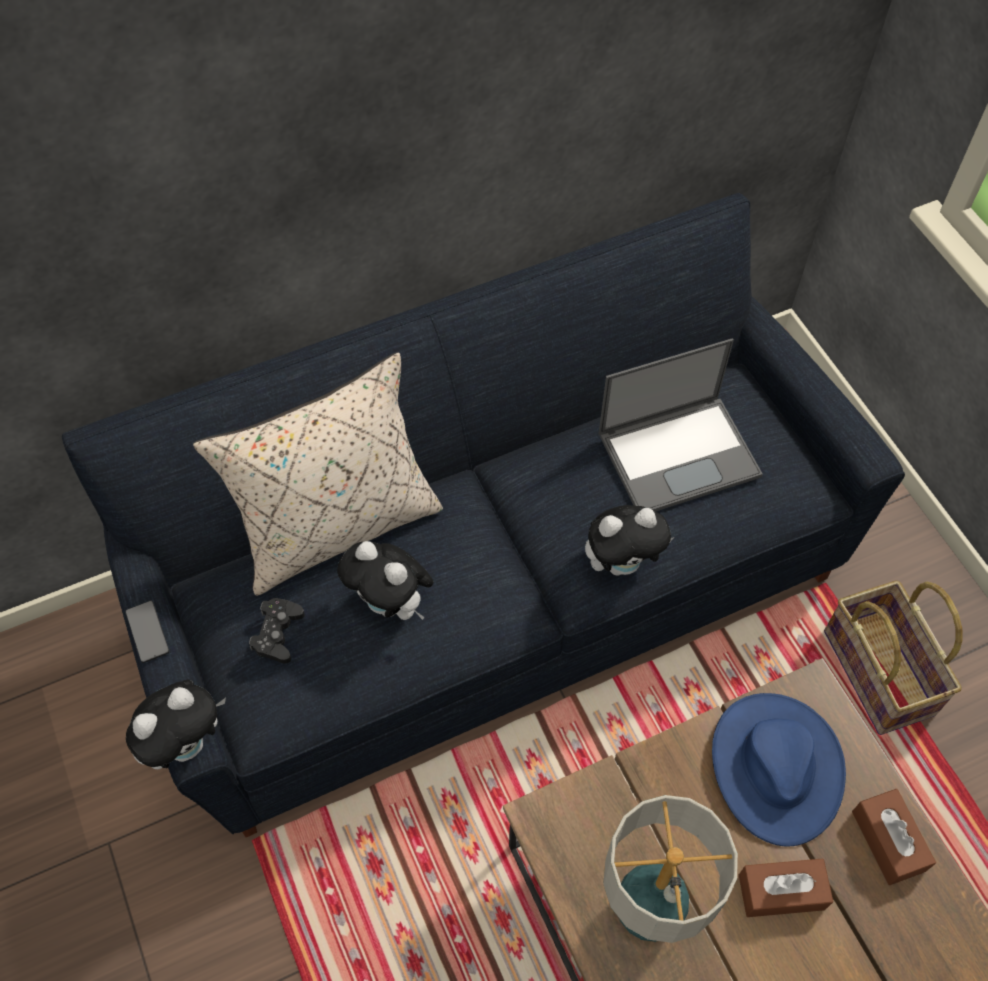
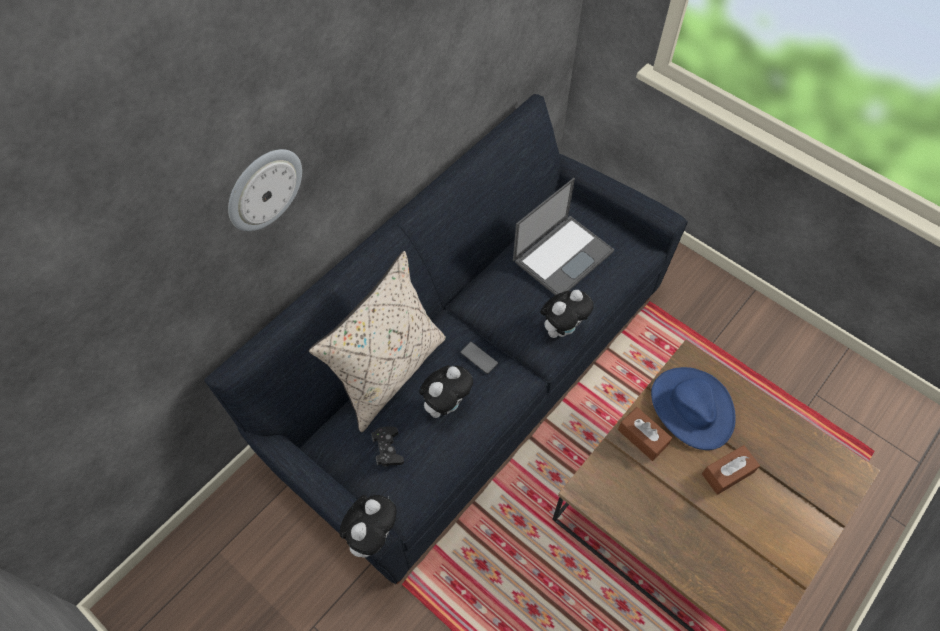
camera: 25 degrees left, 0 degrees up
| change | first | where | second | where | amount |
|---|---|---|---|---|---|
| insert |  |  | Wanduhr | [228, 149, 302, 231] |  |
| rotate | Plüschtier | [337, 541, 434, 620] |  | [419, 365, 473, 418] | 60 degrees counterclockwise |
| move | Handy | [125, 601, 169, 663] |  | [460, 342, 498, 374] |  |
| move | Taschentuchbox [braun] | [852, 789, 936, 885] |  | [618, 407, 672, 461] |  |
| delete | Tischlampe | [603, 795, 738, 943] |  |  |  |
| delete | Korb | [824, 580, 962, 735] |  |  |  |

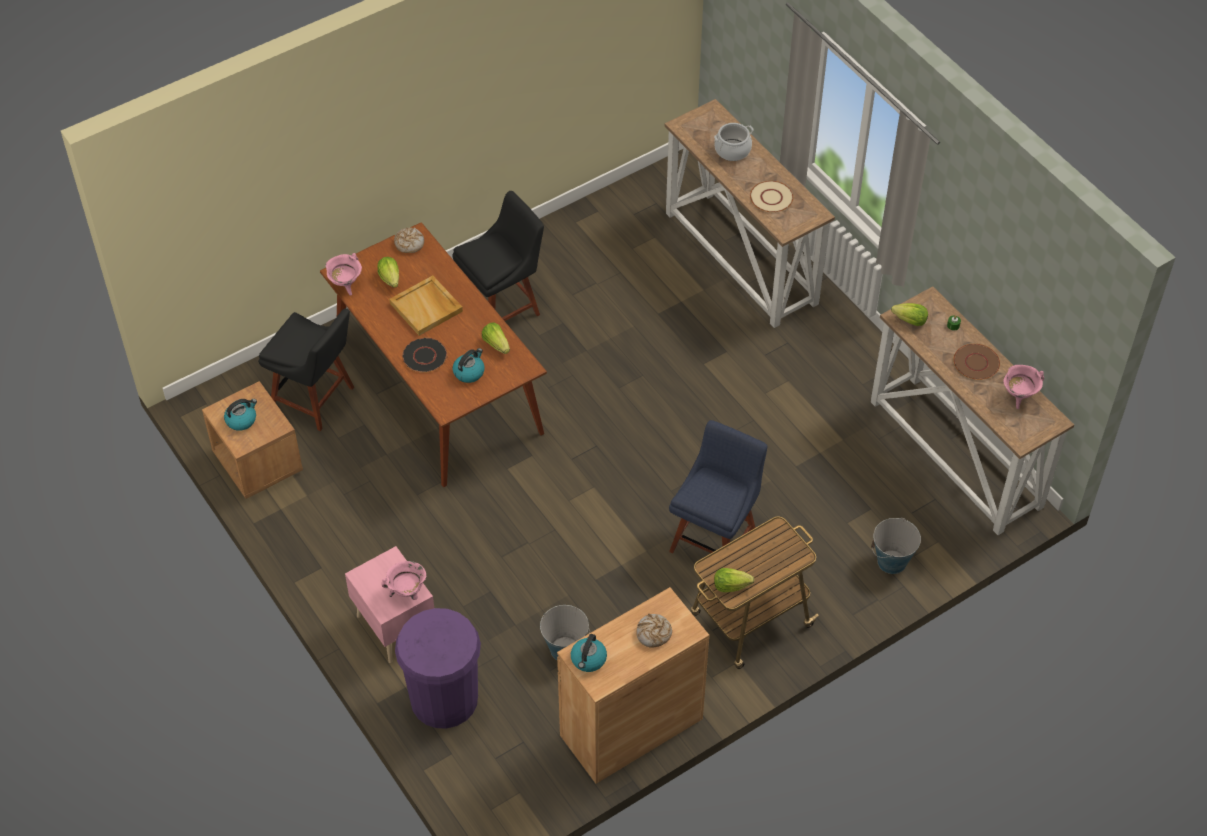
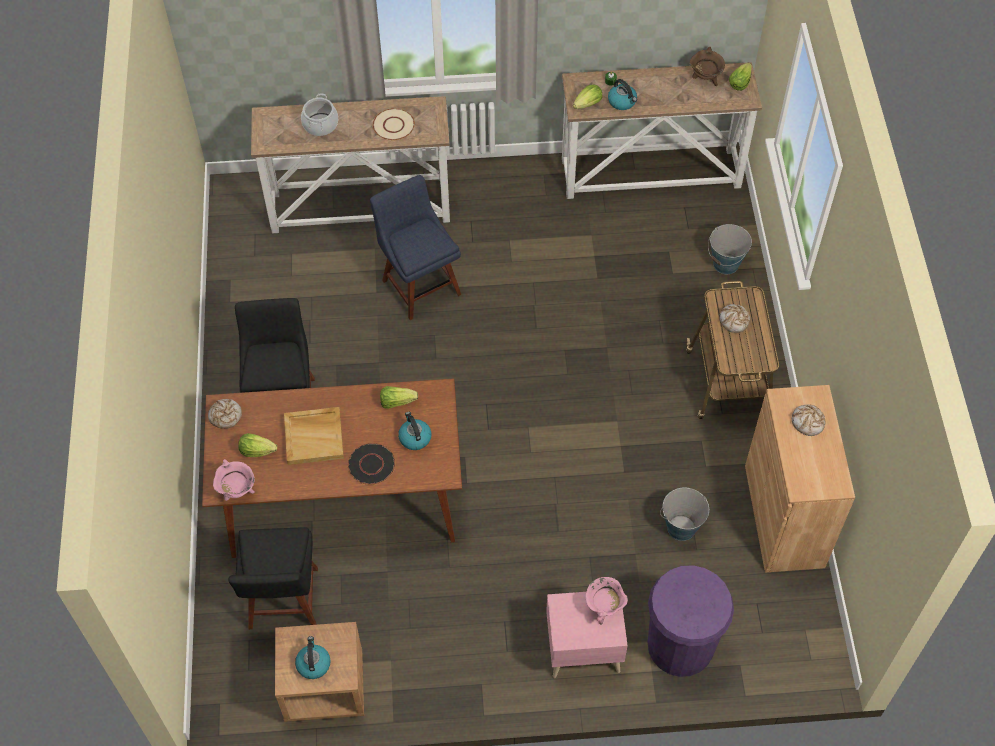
camera: 60 degrees left, 5 degrees up
| change | first | where | second | where | amount |
|---|---|---|---|---|---|
| rotate | Stuhl [schwarz] | [258, 308, 354, 431] |  | [228, 527, 318, 630] | 120 degrees clockwise |
| move | Stuhl [blau] | [669, 420, 768, 564] |  | [370, 175, 462, 320] |  |
| move | Wasserkessel | [571, 634, 607, 672] |  | [608, 79, 637, 110] |  |
| recolor | Kochtopf [rosa] | [1004, 365, 1044, 409] | Kochtopf [braun] | [690, 47, 725, 86] |  |
| insert |  |  | Brot | [719, 304, 750, 333] |  |
| move | Salatkopf | [714, 568, 754, 592] |  | [729, 63, 752, 91] |  |
| delete | Teller [braun] | [953, 344, 1000, 380] |  |  |  |

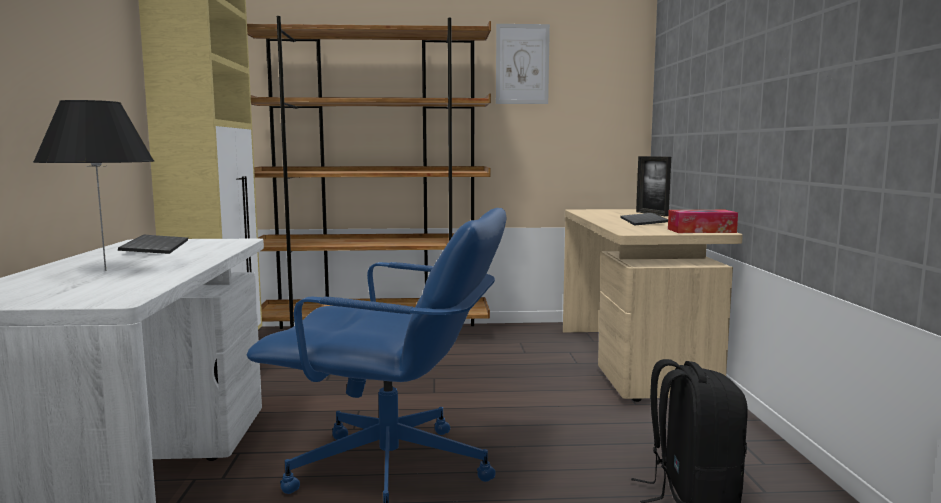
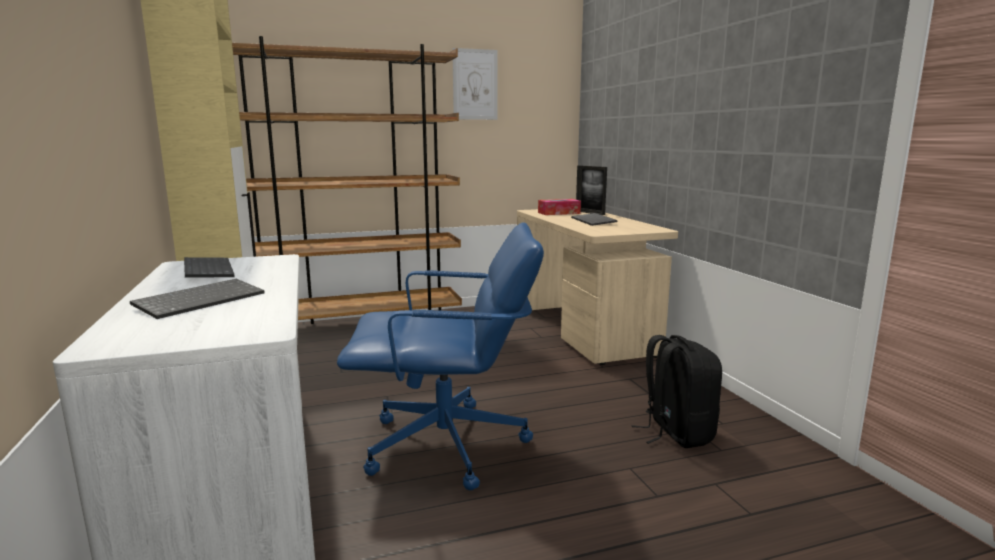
camera: 15 degrees left, 5 degrees up
| change | first | where | second | where | amount |
|---|---|---|---|---|---|
| replace | Tischlampe [schwarz] | [33, 100, 154, 271] | Tastatur | [130, 279, 264, 319] |  |
| move | Taschentuchbox | [668, 210, 738, 233] |  | [538, 199, 581, 215] |  |

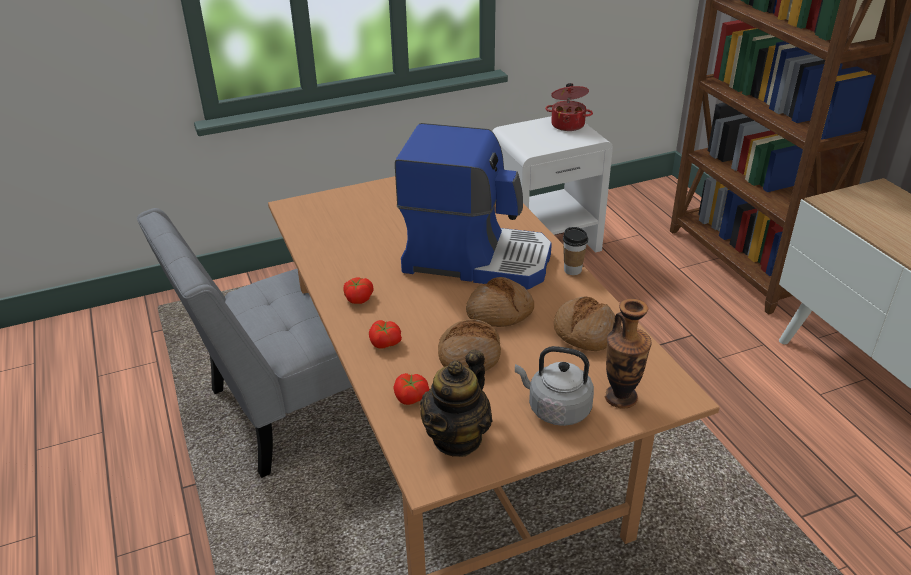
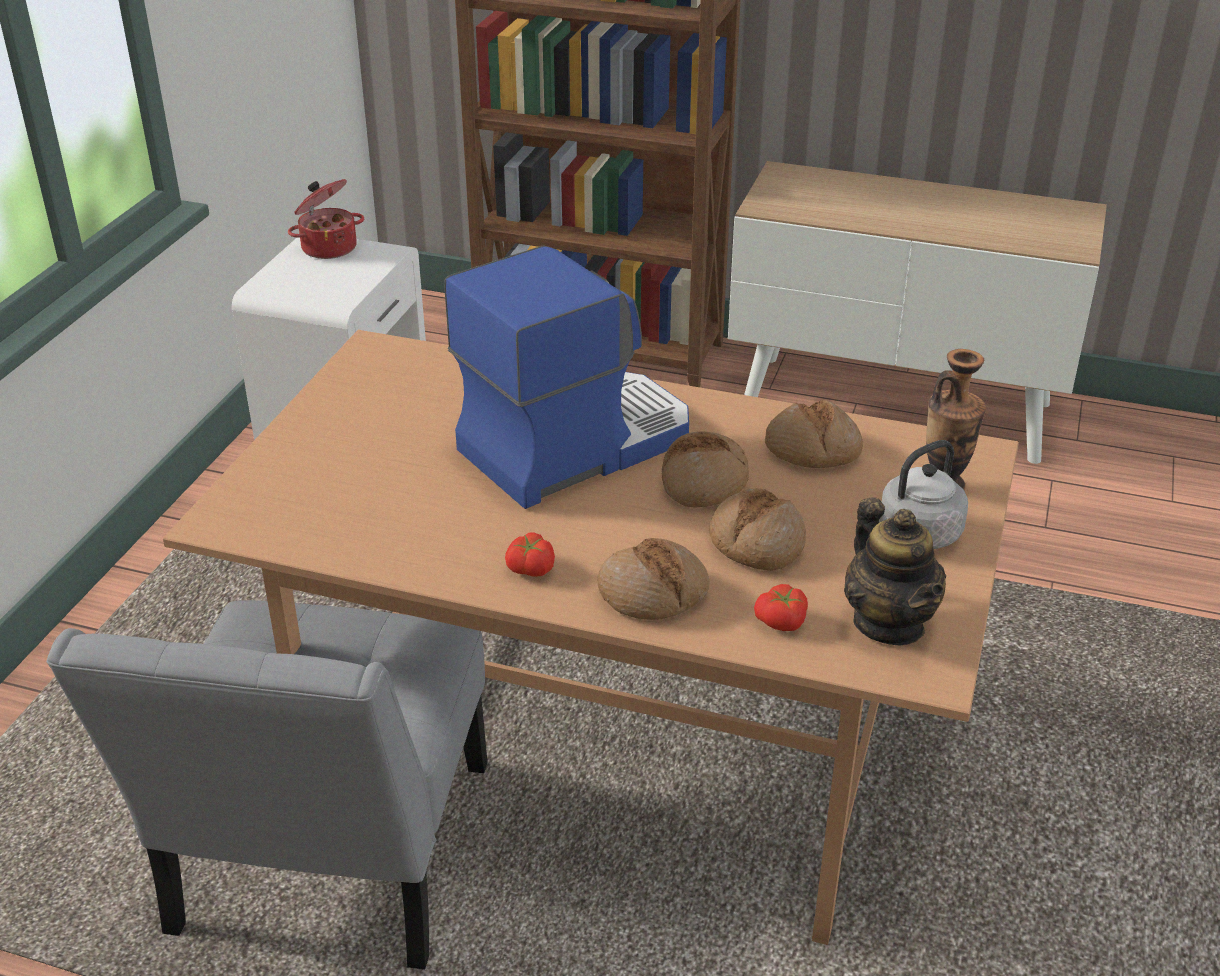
camera: 50 degrees left, 0 degrees up
| change | first | where | second | where | amount |
|---|---|---|---|---|---|
| replace | Tomate | [369, 320, 402, 349] | Brot | [598, 538, 710, 620] |  |
| delete | Tasse | [563, 227, 588, 275] |  |  |  |

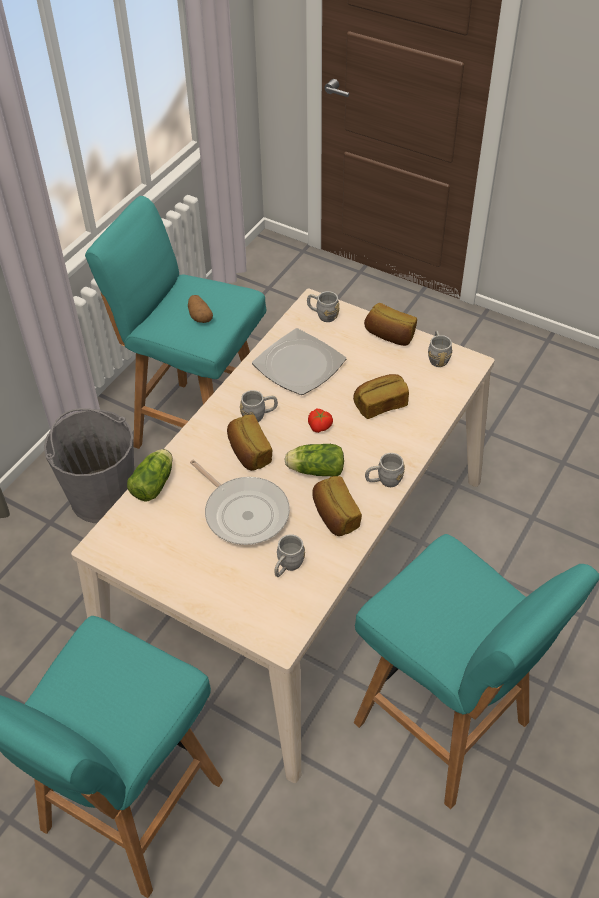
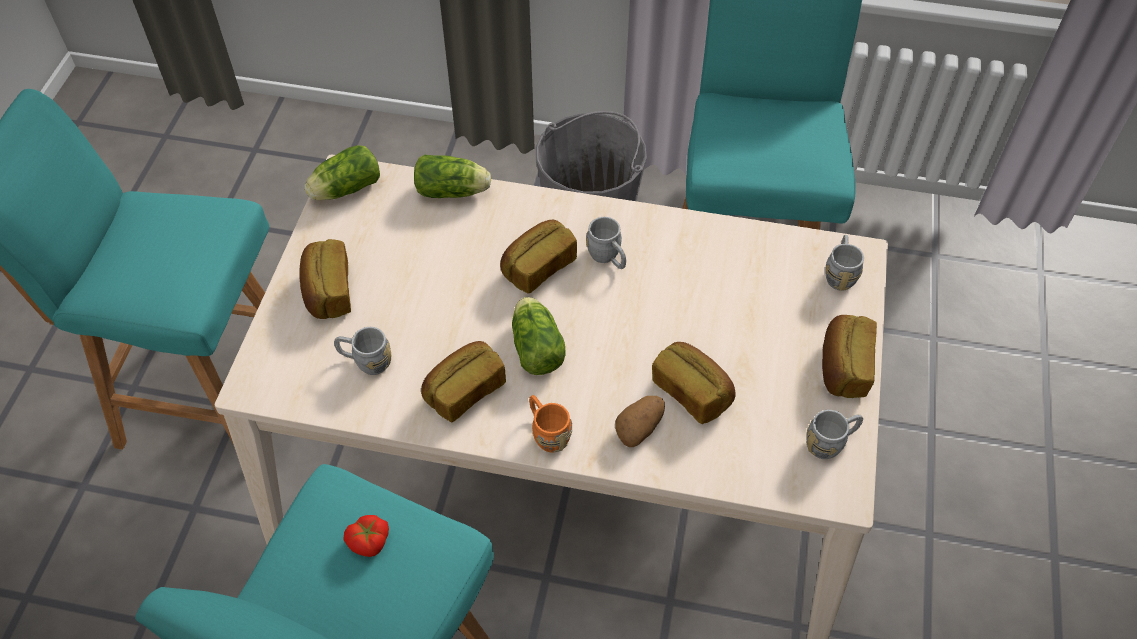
camera: 70 degrees right, 5 degrees up
| change | first | where | second | where | amount |
|---|---|---|---|---|---|
| insert |  |  | Brot | [299, 239, 351, 319] |  |
| insert |  |  | Salatkopf | [304, 145, 380, 201] |  |
| move | Tomate | [308, 409, 333, 433] |  | [343, 515, 389, 557] |  |
| recolor | Henkelbecher [grau] | [365, 453, 405, 487] | Henkelbecher [orange] | [529, 395, 572, 453] |  |
| move | Kartoffel | [188, 295, 213, 323] |  | [615, 396, 665, 447] |  |
| delete | Pfanne | [190, 460, 290, 545] |  |  |  |
| delete | Teller | [252, 328, 346, 395] |  |  |  |

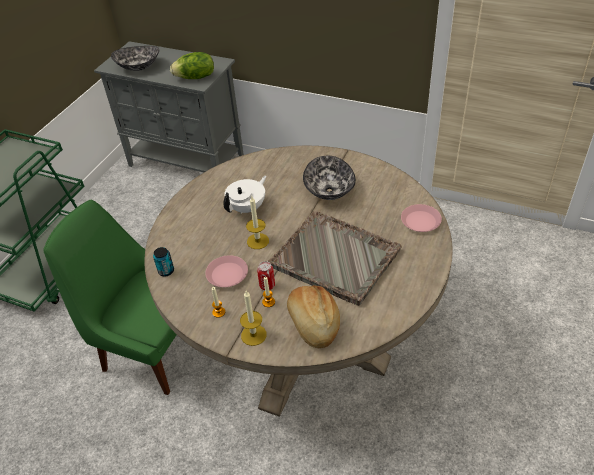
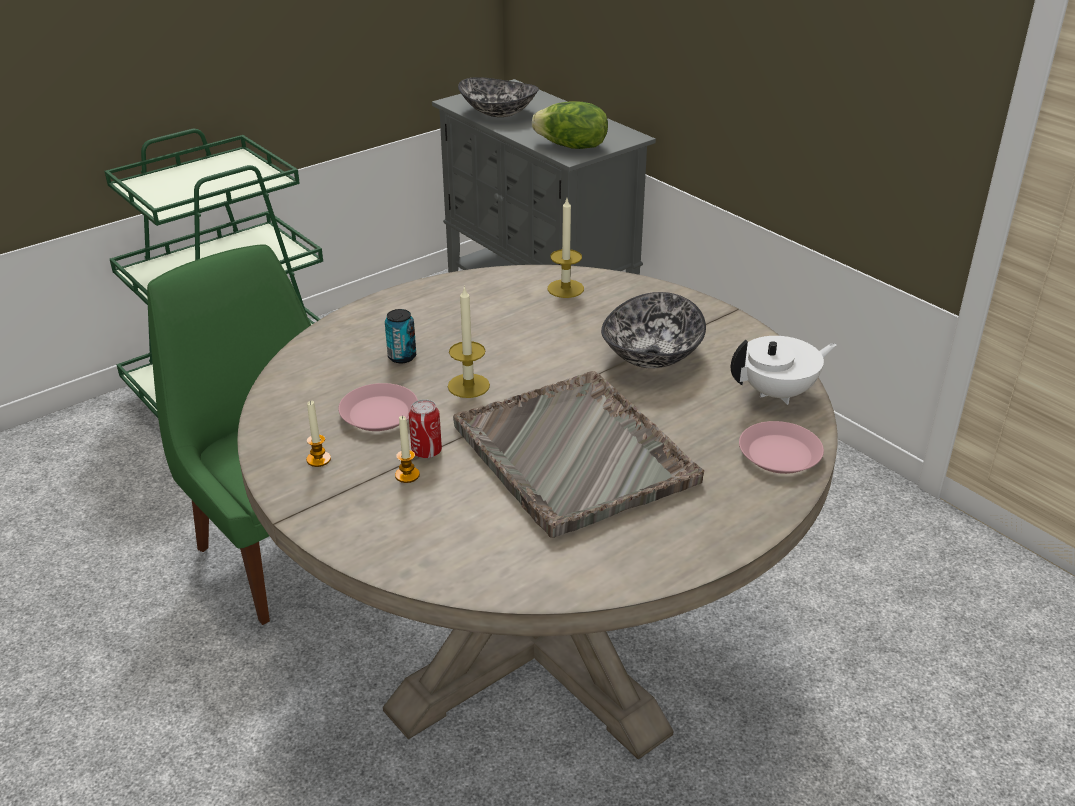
camera: 25 degrees right, 10 degrees down
| change | first | where | second | where | amount |
|---|---|---|---|---|---|
| move | Dose | [153, 247, 174, 276] |  | [385, 309, 416, 363] |  |
| move | Kerze | [240, 291, 266, 346] |  | [548, 199, 584, 298] |  |
| move | Teekanne [weiß] | [223, 176, 267, 213] |  | [731, 336, 837, 405] |  |
| delete | Brot | [287, 285, 340, 348] |  |  |  |

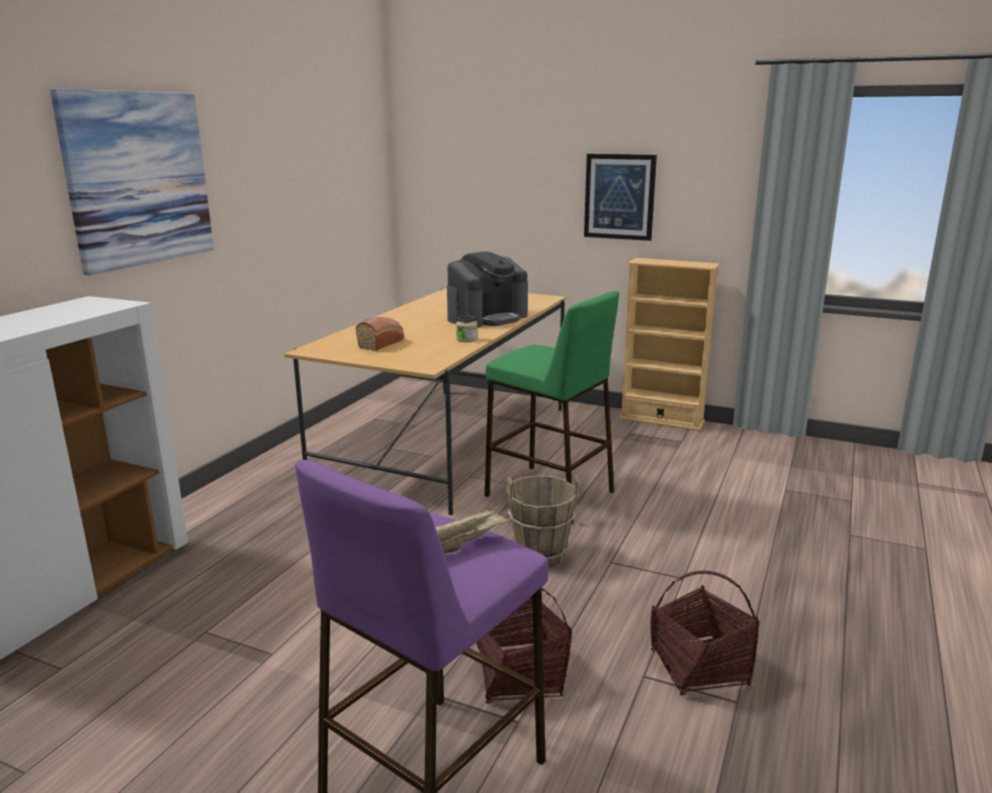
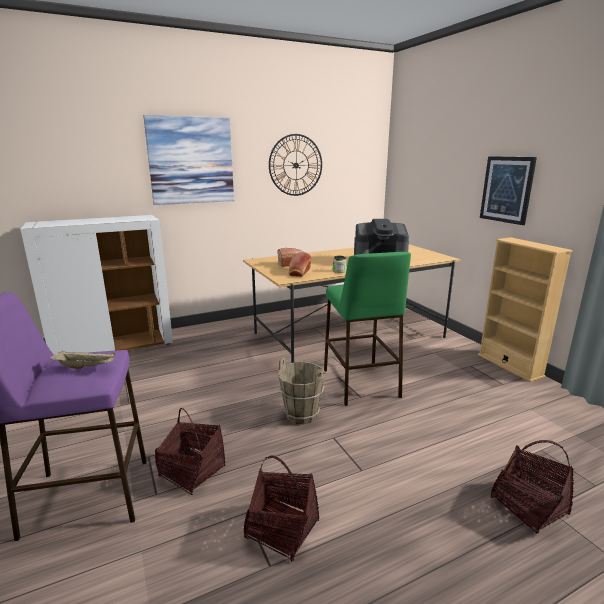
camera: 40 degrees right, 0 degrees up
| change | first | where | second | where | amount |
|---|---|---|---|---|---|
| insert |  |  | Wanduhr | [269, 134, 322, 196] |  |
| insert |  |  | Brot | [288, 252, 311, 277] |  |
| insert |  |  | Korb | [490, 440, 574, 534] |  |

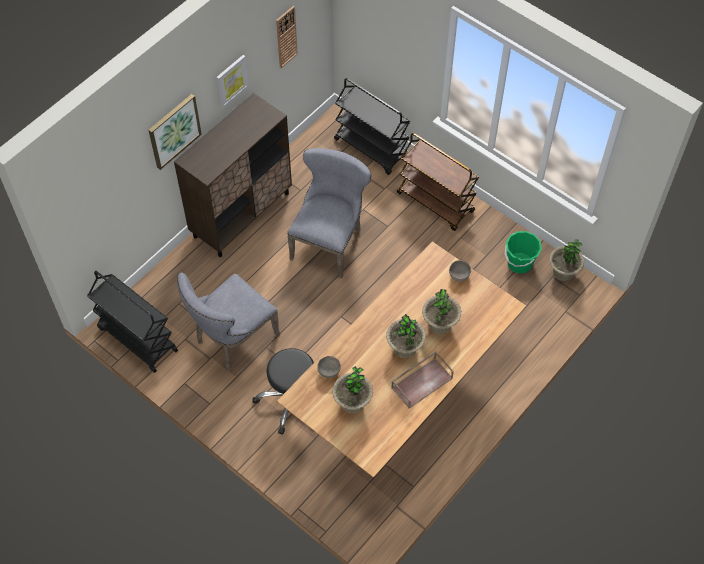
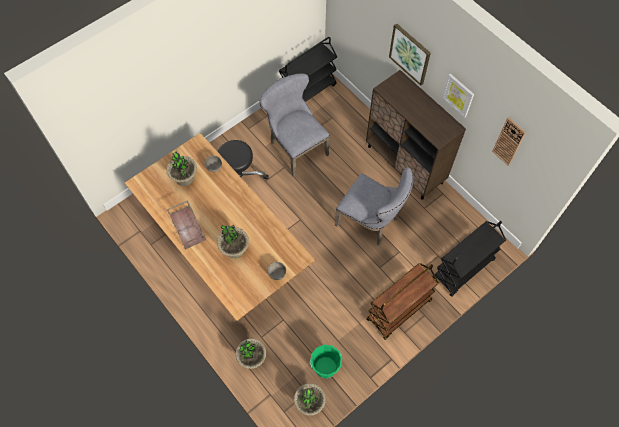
camera: 100 degrees right, 5 degrees up
| change | first | where | second | where | amount |
|---|---|---|---|---|---|
| move | Topfpflanze | [386, 314, 426, 358] |  | [235, 338, 266, 369] |  |

